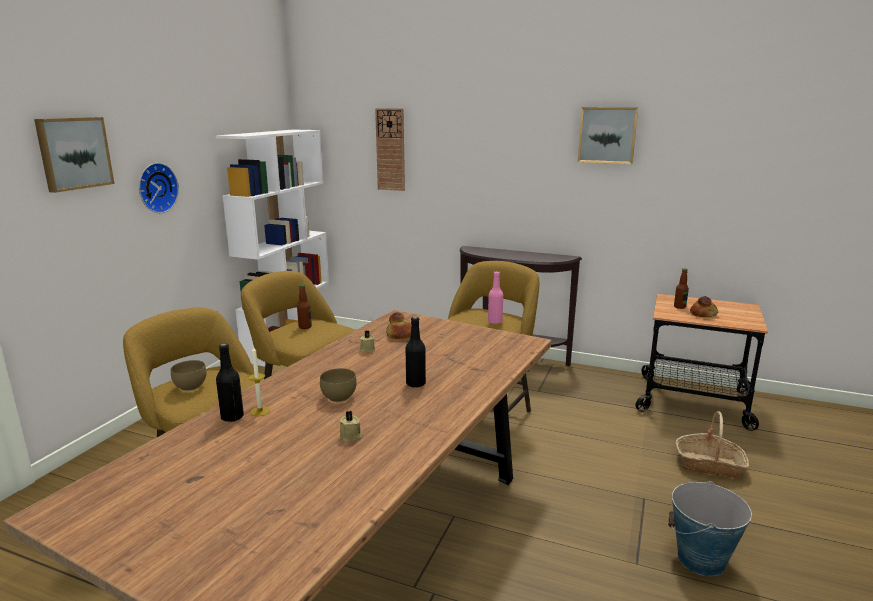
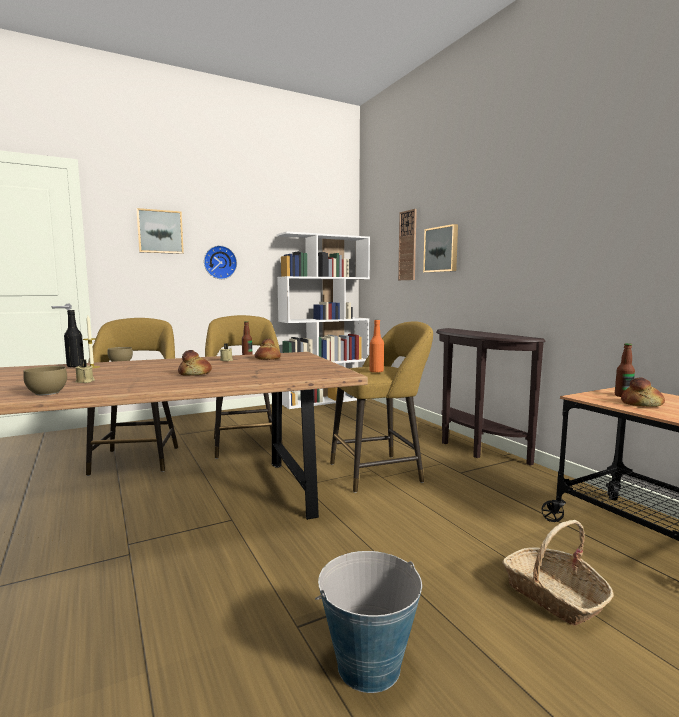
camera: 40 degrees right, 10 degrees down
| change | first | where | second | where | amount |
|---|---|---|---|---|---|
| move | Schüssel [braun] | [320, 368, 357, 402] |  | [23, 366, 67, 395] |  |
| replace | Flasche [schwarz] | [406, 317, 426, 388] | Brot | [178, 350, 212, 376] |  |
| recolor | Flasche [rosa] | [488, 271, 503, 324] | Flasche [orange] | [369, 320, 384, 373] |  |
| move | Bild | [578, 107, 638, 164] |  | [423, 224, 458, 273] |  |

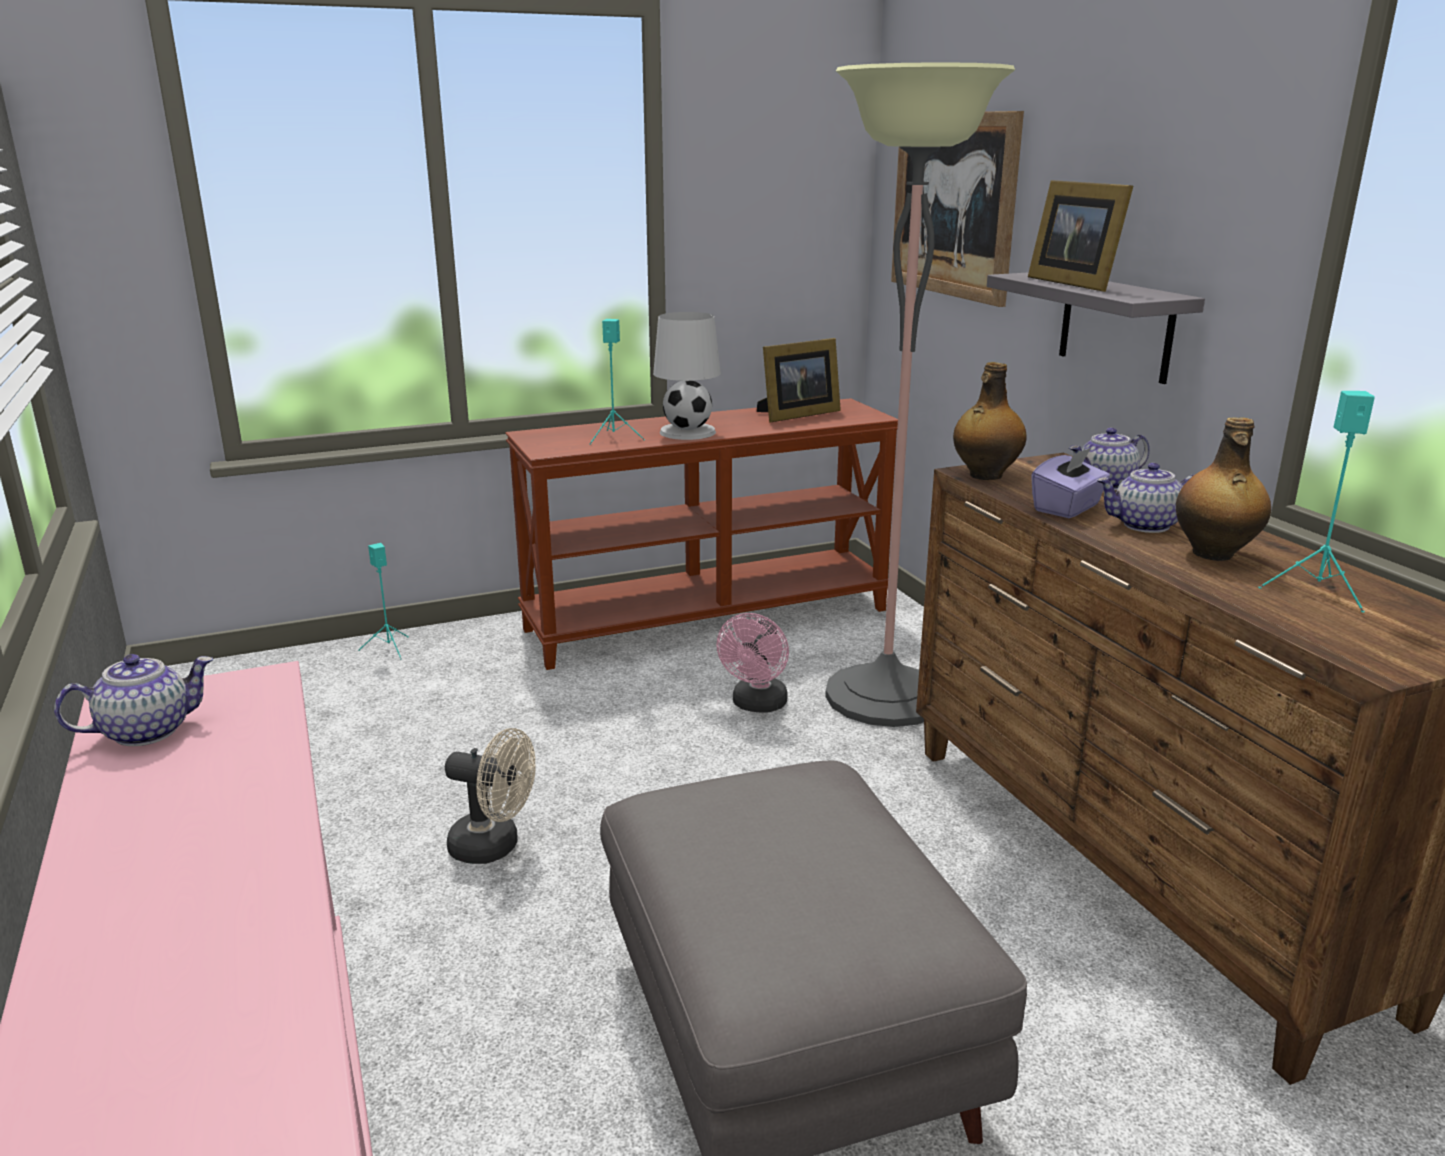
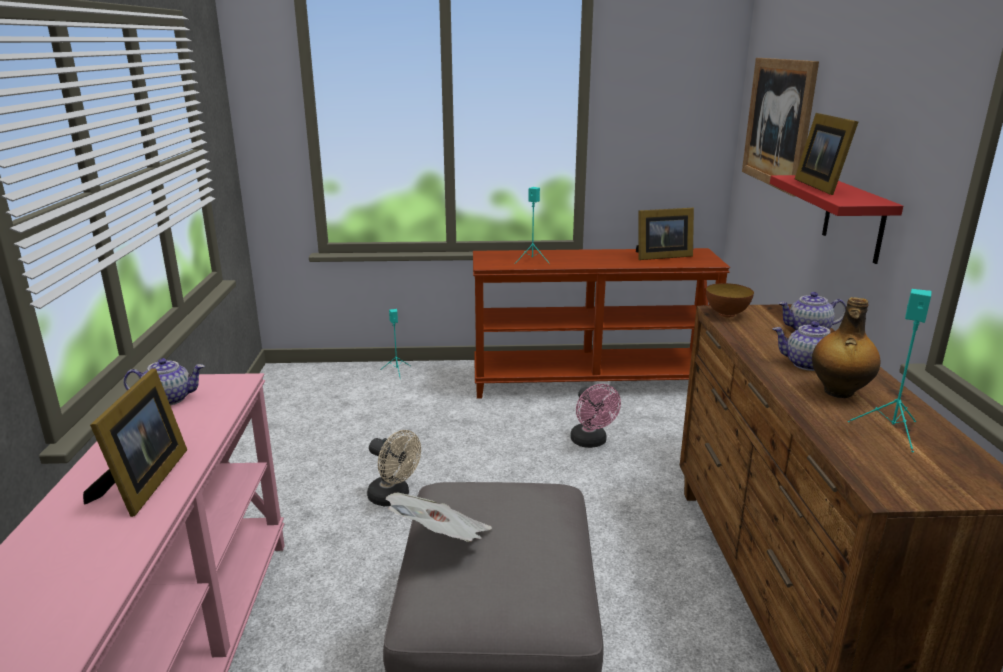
camera: 20 degrees right, 0 degrees up
| change | first | where | second | where | amount |
|---|---|---|---|---|---|
| insert |  |  | Bilderrahmen | [83, 368, 187, 517] |  |
| insert |  |  | Zeitung | [385, 493, 492, 542] |  |
| rotate | Ventilator [rosa] | [717, 613, 789, 713] |  | [571, 384, 621, 448] | 60 degrees counterclockwise |
| replace | Flasche | [953, 362, 1027, 480] | Schüssel | [706, 283, 754, 317] |  |
| recolor | Wandregal [grau] | [987, 272, 1205, 384] | Wandregal [rot] | [770, 175, 903, 264] |  |
| delete | Tischlampe [weiß] | [653, 312, 721, 440] |  |  |  |
| delete | Stehlampe | [825, 62, 1015, 727] |  |  |  |
| delete | Taschentuchbox [lila] | [1031, 447, 1110, 518] |  |  |  |

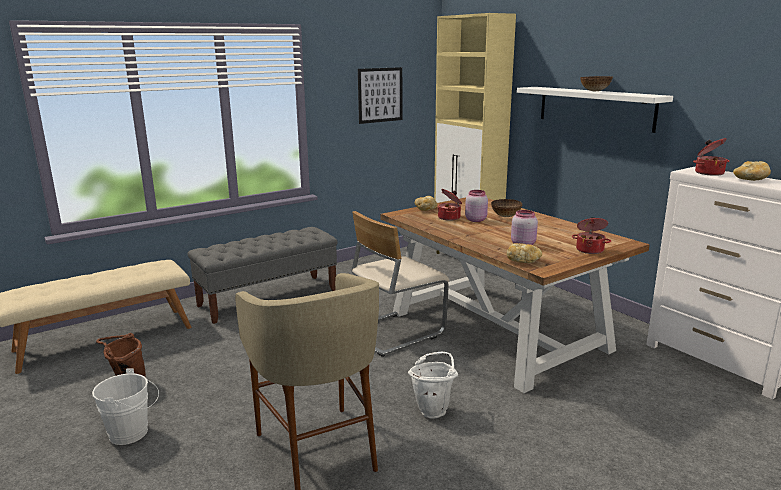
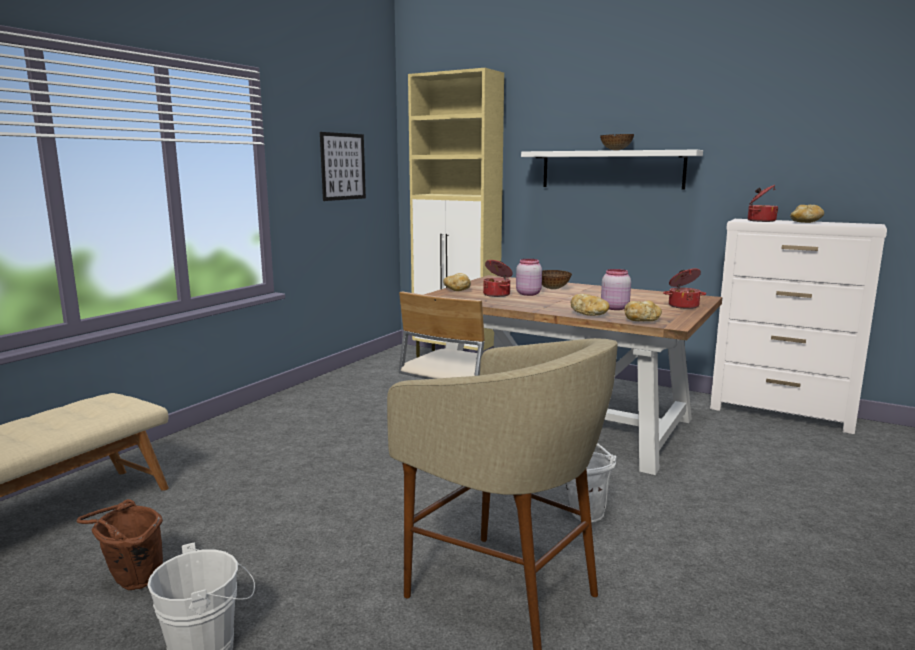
camera: 25 degrees left, 5 degrees down
| change | first | where | second | where | amount |
|---|---|---|---|---|---|
| insert |  |  | Brot | [571, 294, 610, 316] |  |
| delete | Bank [grau] | [188, 227, 338, 324] |  |  |  |

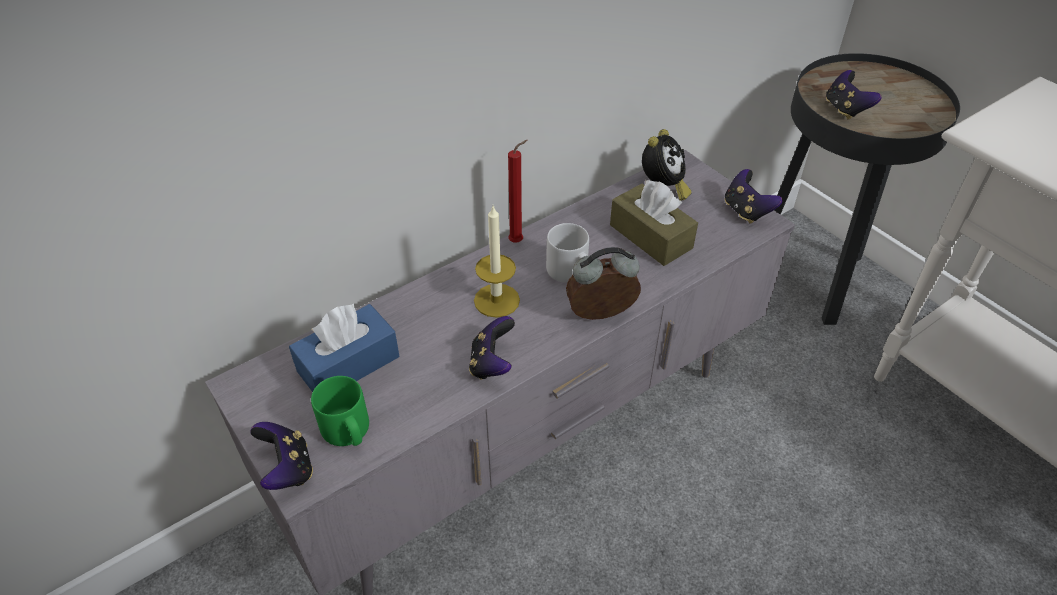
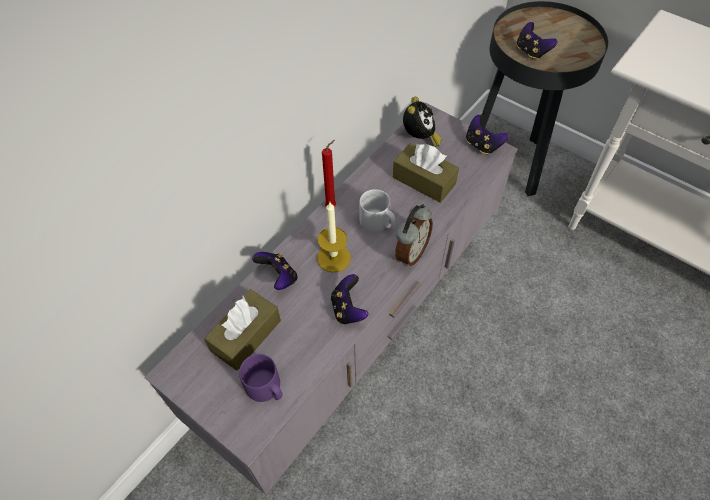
camera: 15 degrees left, 10 degrees up
| change | first | where | second | where | amount |
|---|---|---|---|---|---|
| recolor | Taschentuchbox [blau] | [289, 303, 399, 392] | Taschentuchbox [braun] | [204, 289, 281, 371] |  |
| recolor | Henkelbecher [grün] | [311, 376, 369, 446] | Henkelbecher [lila] | [239, 354, 283, 402] |  |
| move | Gamepad | [250, 422, 313, 490] |  | [252, 252, 298, 290] |  |
| rotate | Wecker | [566, 247, 641, 320] |  | [395, 204, 433, 267] | 150 degrees clockwise |

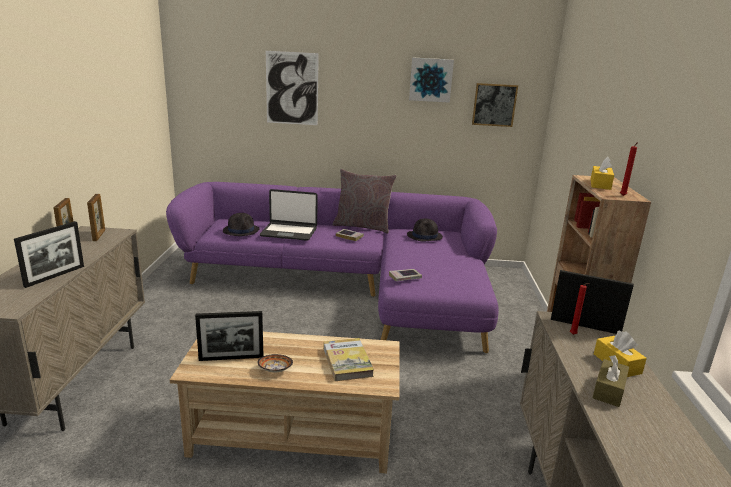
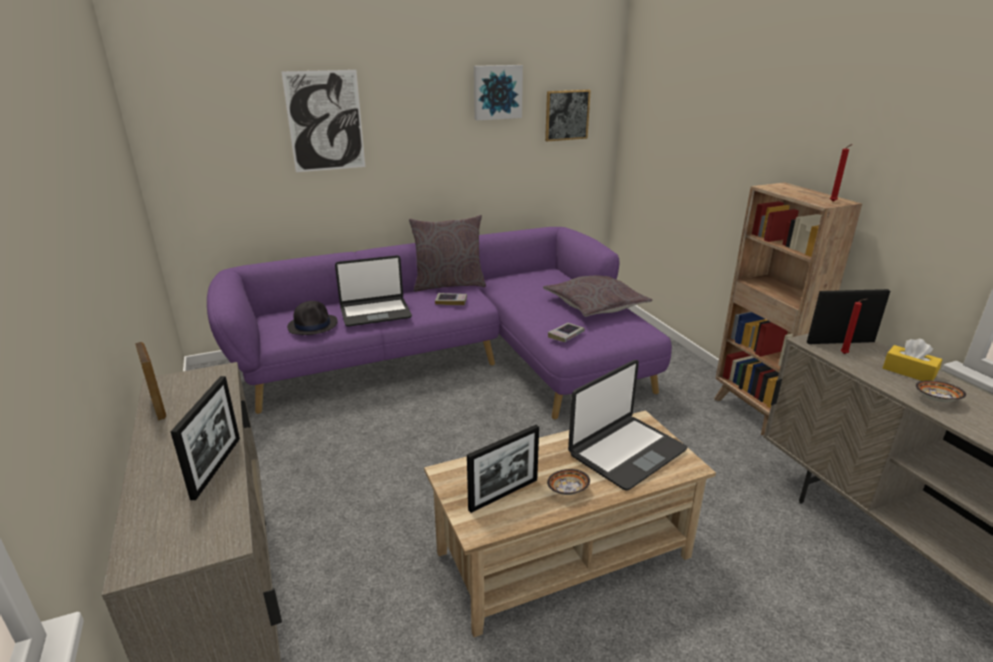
camera: 25 degrees left, 5 degrees up
| change | first | where | second | where | amount |
|---|---|---|---|---|---|
| insert |  |  | Kissen [grau] | [543, 275, 652, 317] |  |
| replace | Buch | [323, 338, 374, 381] | Laptop | [568, 360, 687, 491] |  |
| replace | Taschentuchbox [braun] | [592, 355, 629, 407] | Schüssel | [916, 380, 966, 402] |  |
| delete | Bilderrahmen | [87, 194, 105, 241] |  |  |  |
| delete | Hut [schwarz] | [407, 219, 443, 242] |  |  |  |
| delete | Taschentuchbox [gelb] | [590, 157, 614, 190] |  |  |  |

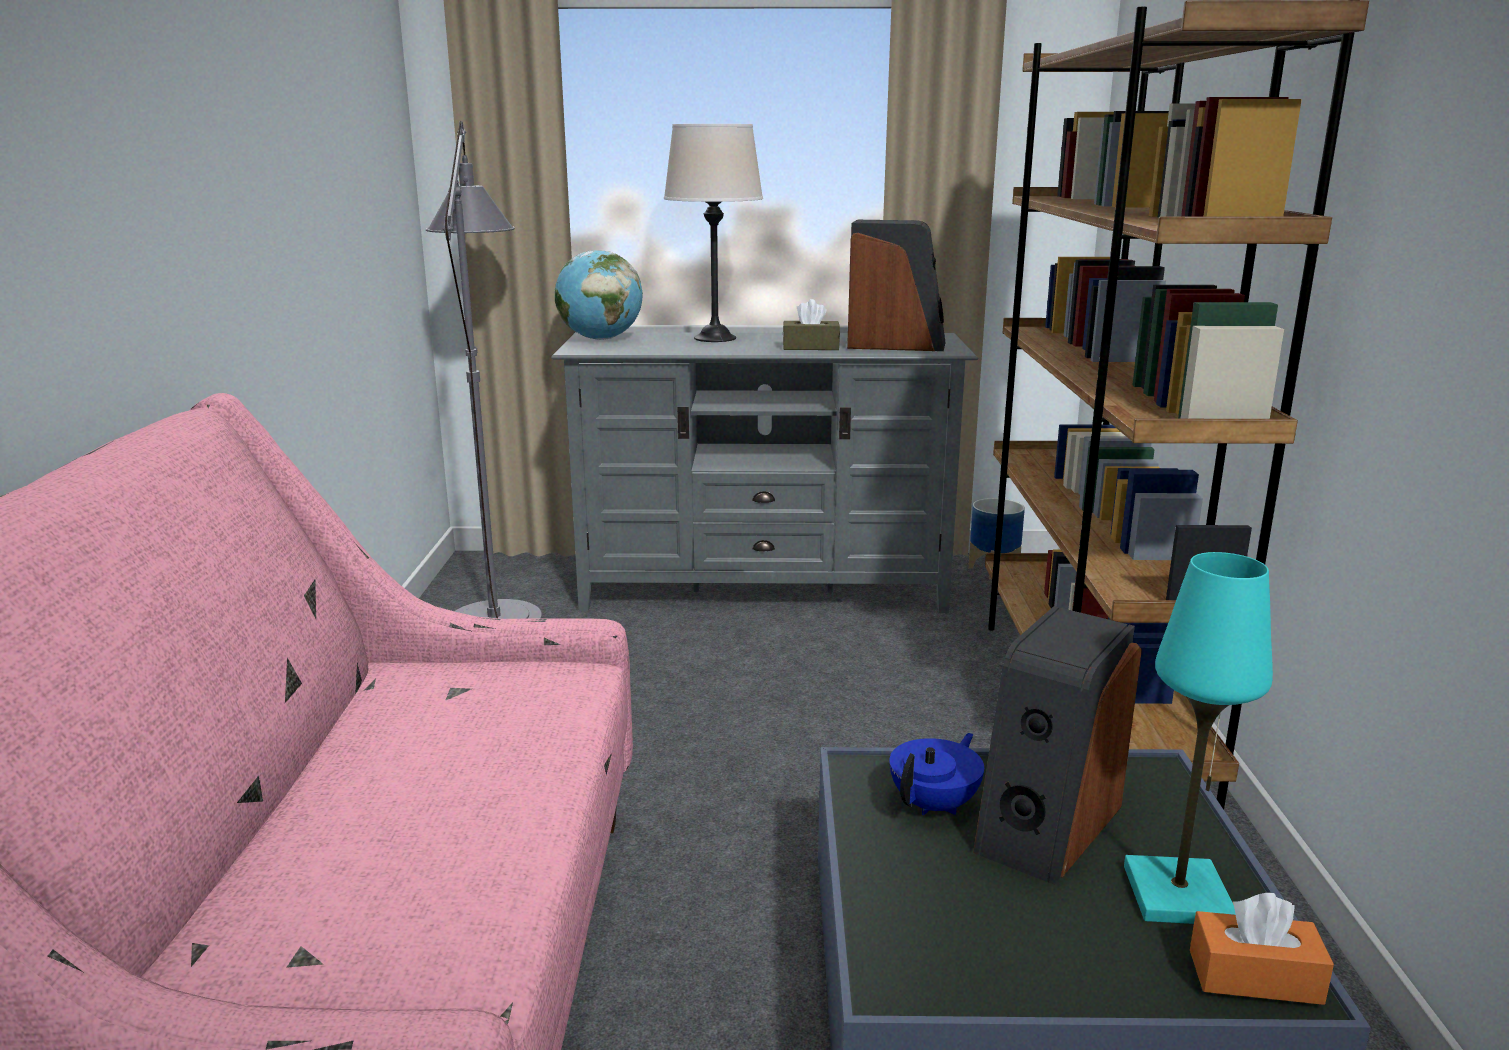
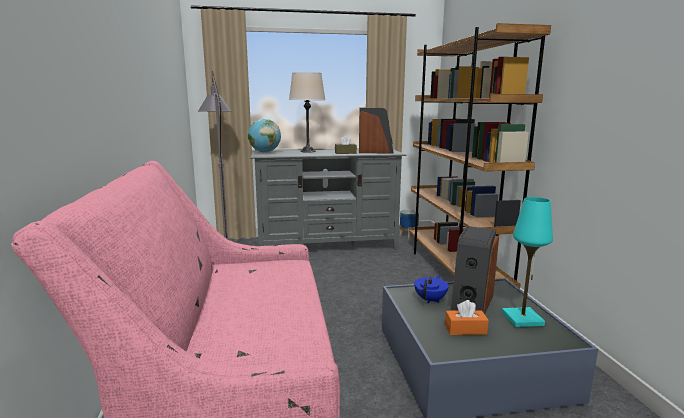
camera: 10 degrees left, 5 degrees down
| change | first | where | second | where | amount |
|---|---|---|---|---|---|
| move | Taschentuchbox [orange] | [1190, 893, 1334, 1005] |  | [445, 300, 489, 335] |  |

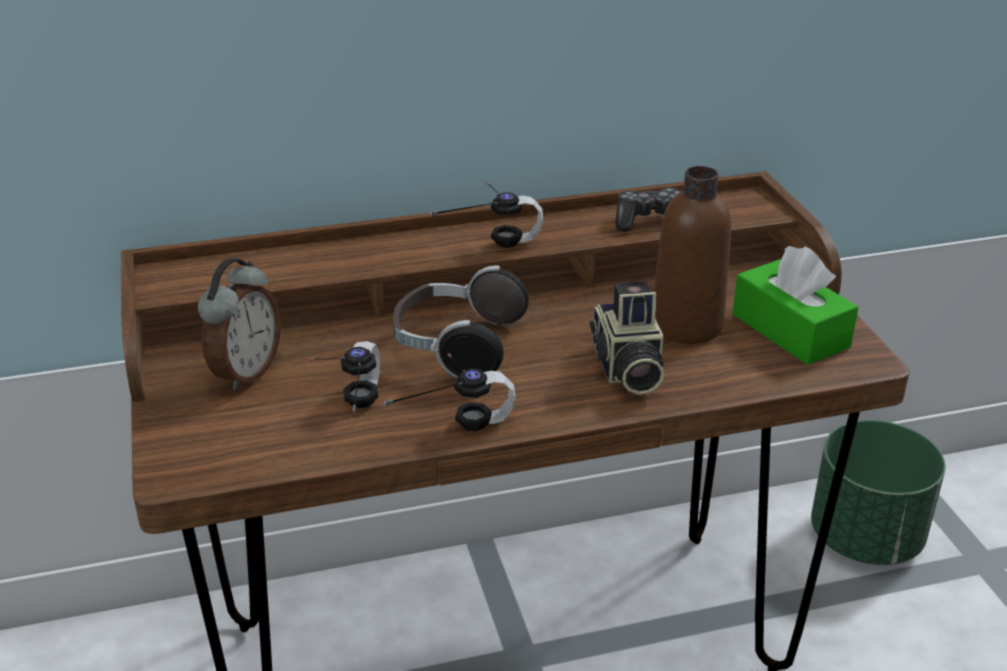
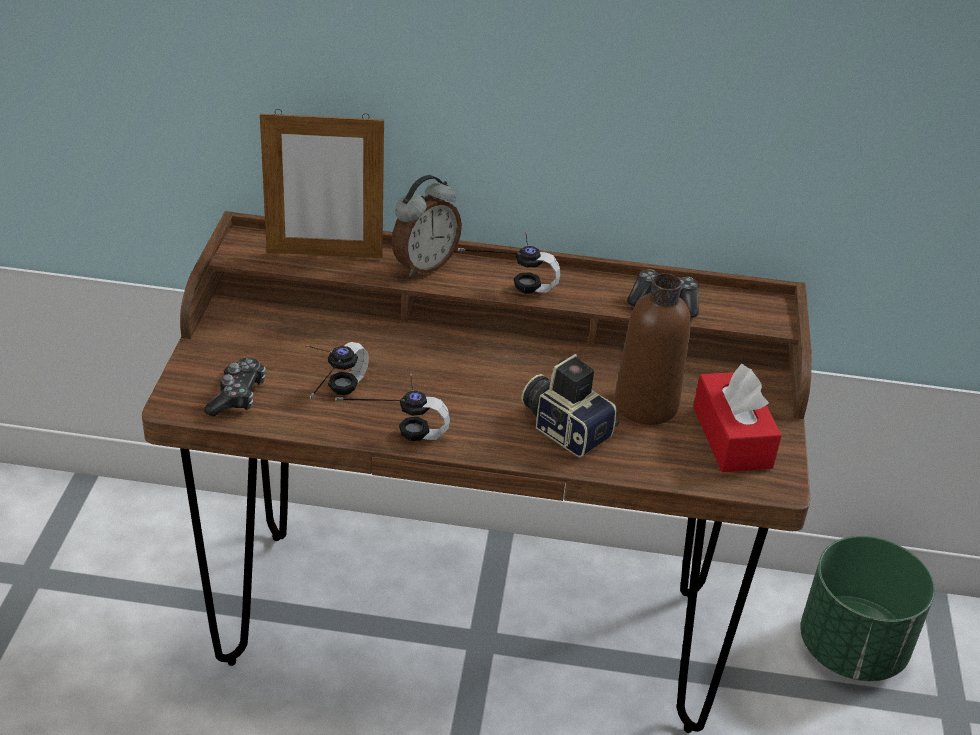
camera: 20 degrees right, 5 degrees up
| change | first | where | second | where | amount |
|---|---|---|---|---|---|
| insert |  |  | Gamepad | [204, 357, 266, 416] |  |
| insert |  |  | Bilderrahmen | [260, 109, 384, 258] |  |
| move | Wecker | [198, 258, 281, 390] |  | [392, 175, 462, 277] |  |
| rotate | Kamera | [590, 281, 664, 395] |  | [521, 354, 619, 457] | 120 degrees clockwise |
| recolor | Taschentuchbox [grün] | [732, 246, 858, 365] | Taschentuchbox [rot] | [693, 364, 782, 472] |  |
| delete | Kopfhörer | [393, 265, 529, 378] |  |  |  |

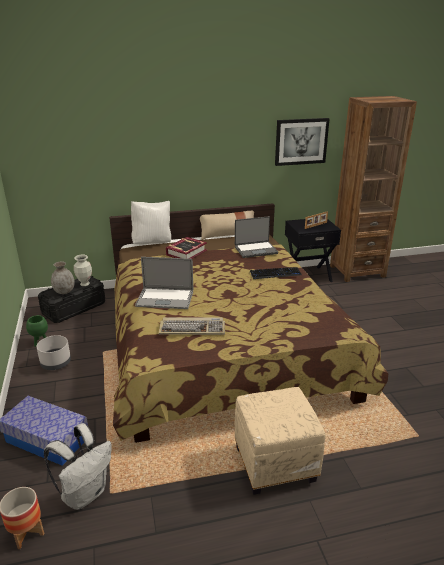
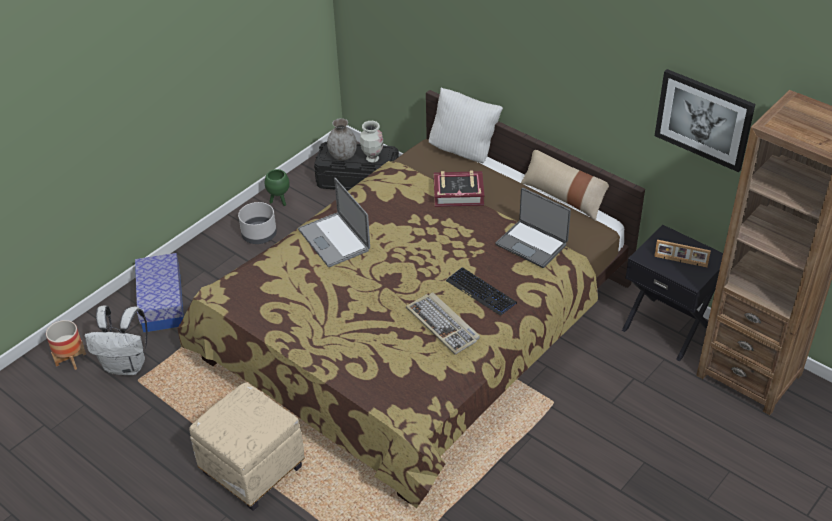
camera: 55 degrees right, 15 degrees up
| change | first | where | second | where | amount |
|---|---|---|---|---|---|
| move | Tastatur | [159, 317, 225, 335] |  | [406, 292, 480, 355] |  |

